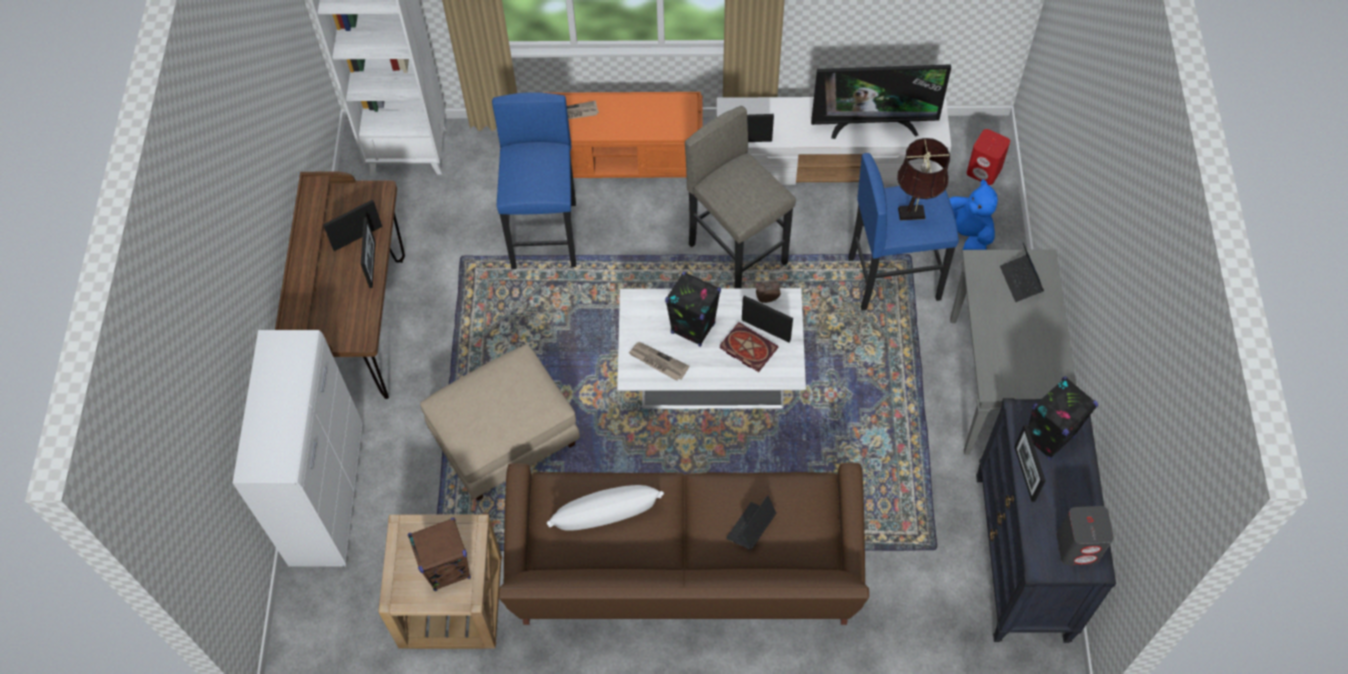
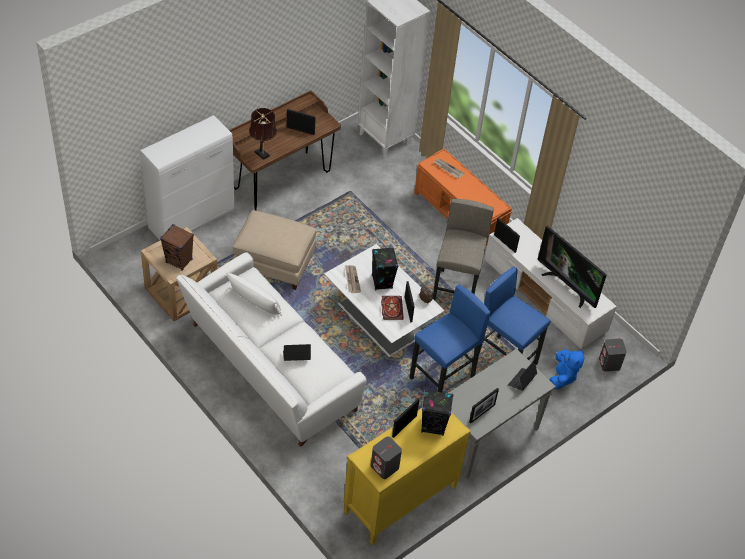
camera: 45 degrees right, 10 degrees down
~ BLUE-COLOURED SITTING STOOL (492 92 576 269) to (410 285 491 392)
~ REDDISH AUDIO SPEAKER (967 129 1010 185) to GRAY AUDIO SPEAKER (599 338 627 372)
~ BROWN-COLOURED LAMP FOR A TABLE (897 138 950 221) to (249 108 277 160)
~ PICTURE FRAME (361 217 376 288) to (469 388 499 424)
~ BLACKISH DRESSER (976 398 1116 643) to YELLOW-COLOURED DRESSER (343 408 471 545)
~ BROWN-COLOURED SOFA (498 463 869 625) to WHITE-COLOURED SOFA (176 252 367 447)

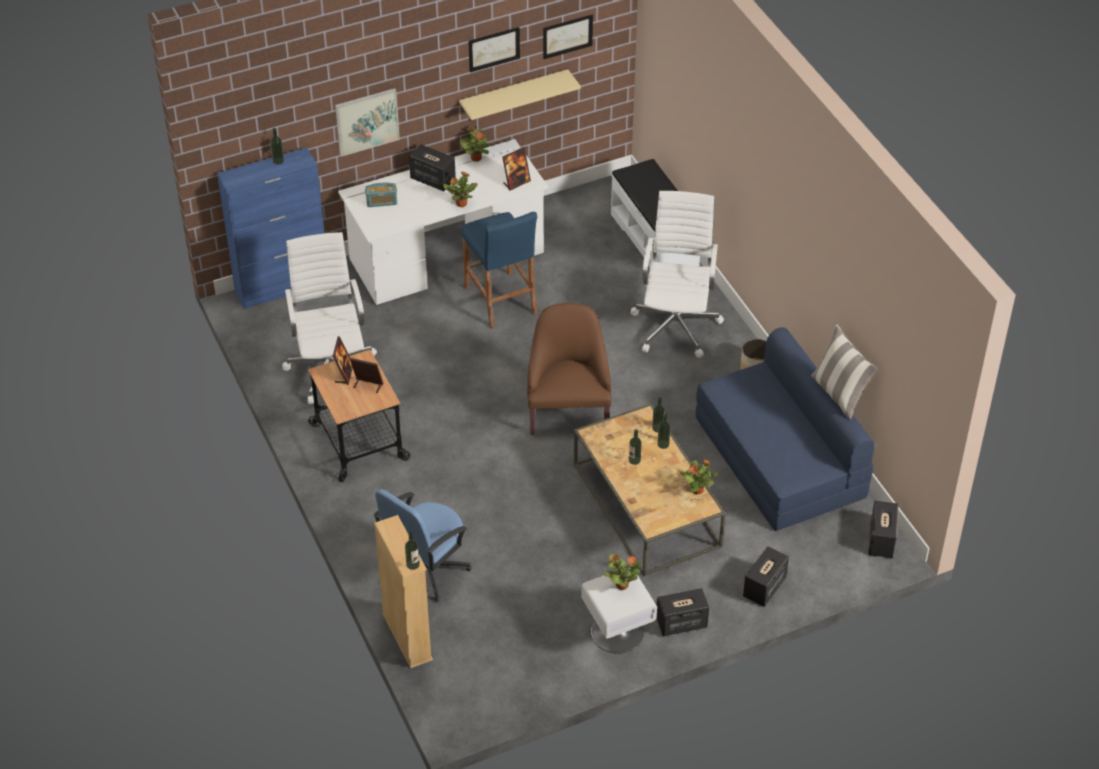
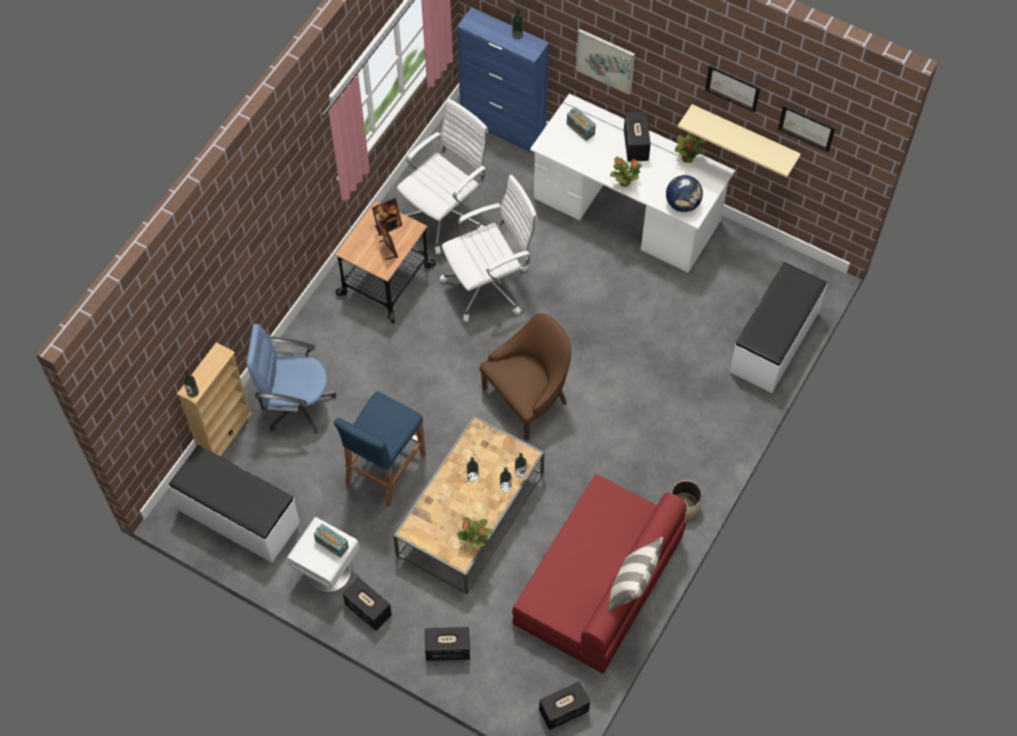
camera: 55 degrees right, 15 degrees up
~ PICTURE FRAME (502 147 531 191) to GLOBE (666 175 703 212)
~ WHITE-COLOURED OFFICE CHAIR (631 191 724 358) to (439 175 537 322)
~ BLUE-COLOURED SITTING STOOL (461 212 537 329) to (334 391 426 507)
~ BLUE-COLOURED SOFA (696 327 875 531) to REDDISH SOFA (512 474 687 673)
~ POTTED PLANT (604 554 642 590) to RADIO SET (314 524 349 558)
+ WHITE-COLOURED LONG SEAT (169 445 300 563)

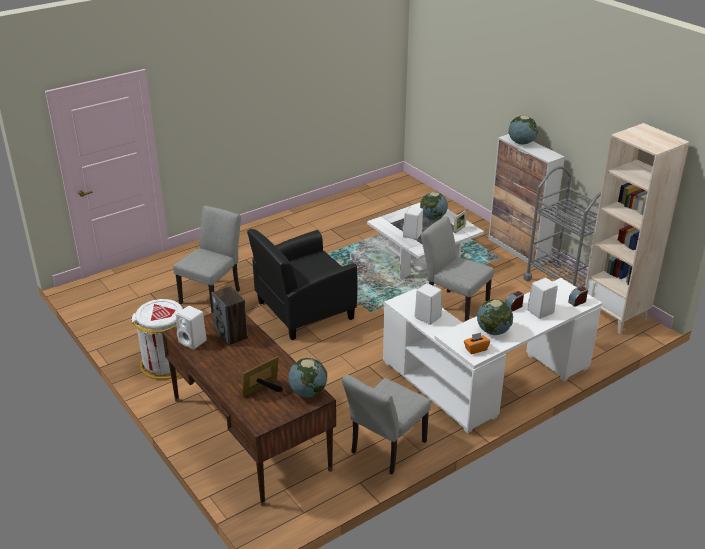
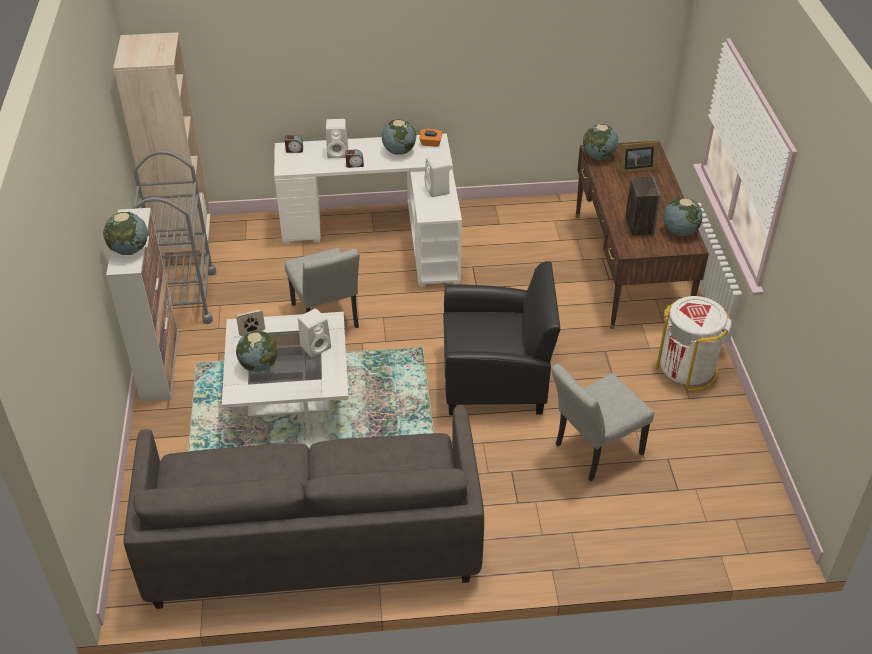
camera: 150 degrees left, 10 degrees up
~ WHITE-COLOURED AUDIO SPEAKER (176 306 207 350) to GLOBE (663 197 703 236)
- GRAY CHAIR (342 374 431 474)
+ GRAY SOFA (124 406 484 609)

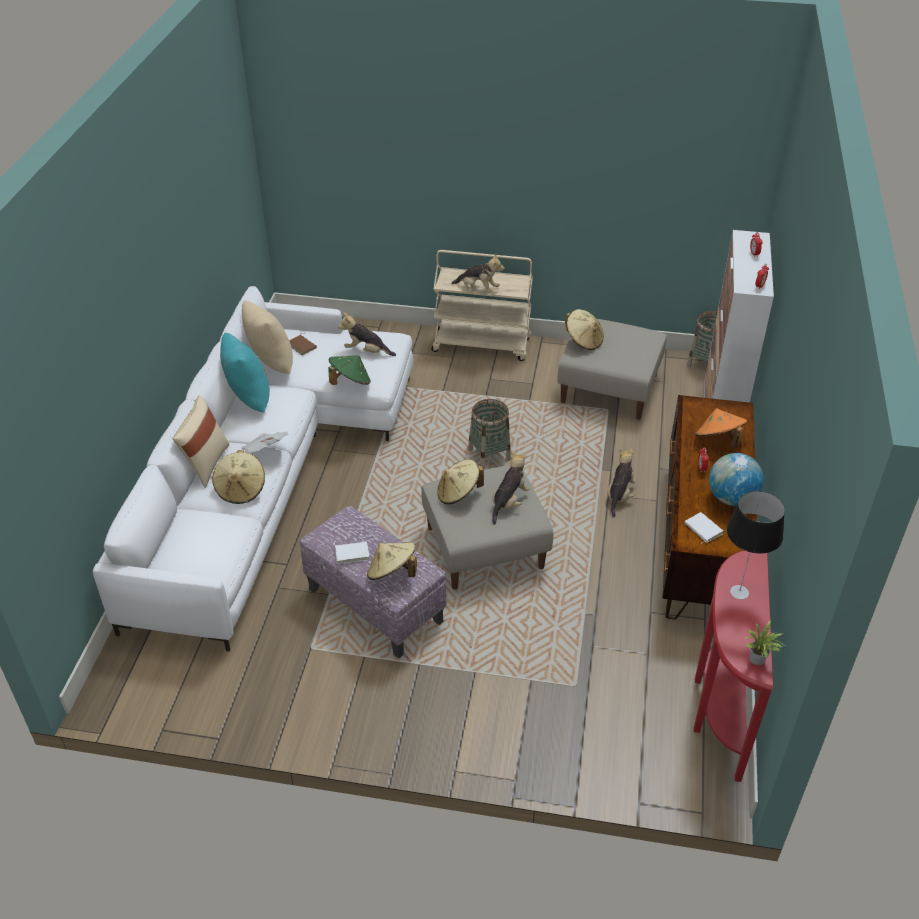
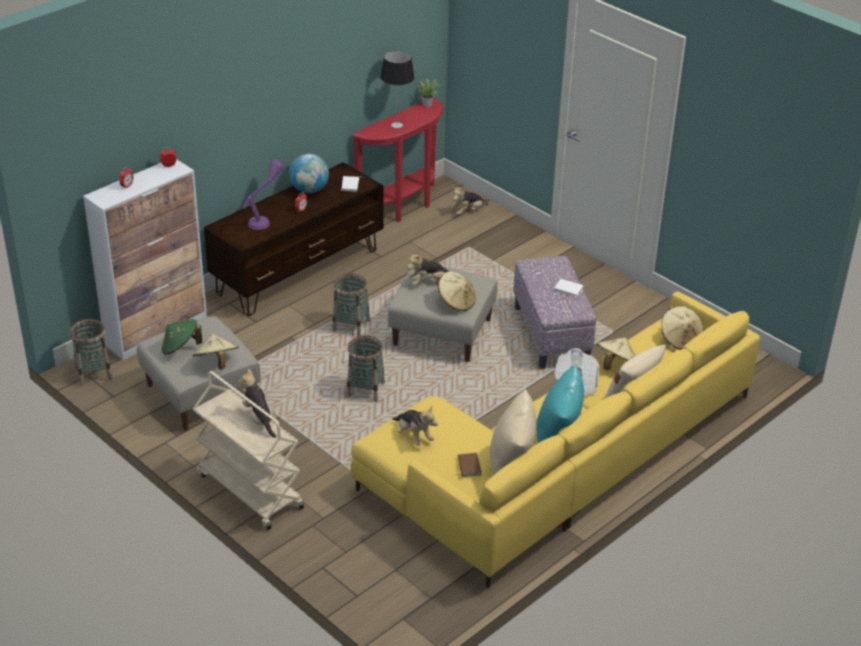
camera: 145 degrees left, 5 degrees down
~ WHITE-COLOURED SOFA (93 286 413 652) to YELLOW-COLOURED SOFA (350 292 760 588)
~ GREEN-COLOURED CLOTHING HAT (328 355 371 385) to (162 319 202 355)
~ ORANGE CLOTHING HAT (695 408 747 448) to PURPLE LAMP FOR A TABLE (243 160 284 230)
~ CUDDLY TOY (607 448 636 517) to (451 187 488 215)
~ BEIGE CLOTHING HAT (367 542 417 580) to (661 306 704 350)
+ HOUSEHOLD BASKET (332 273 370 337)

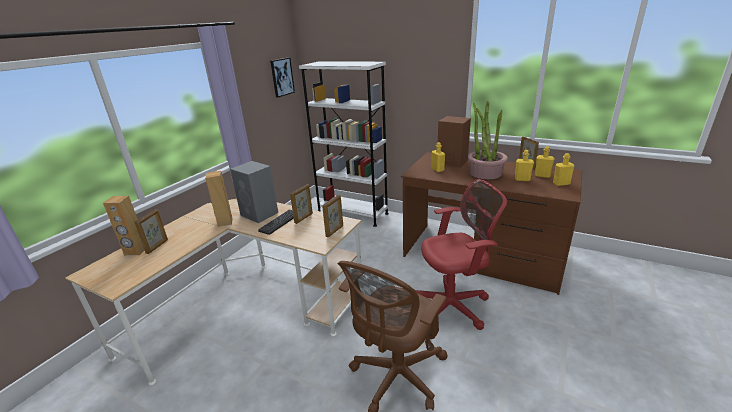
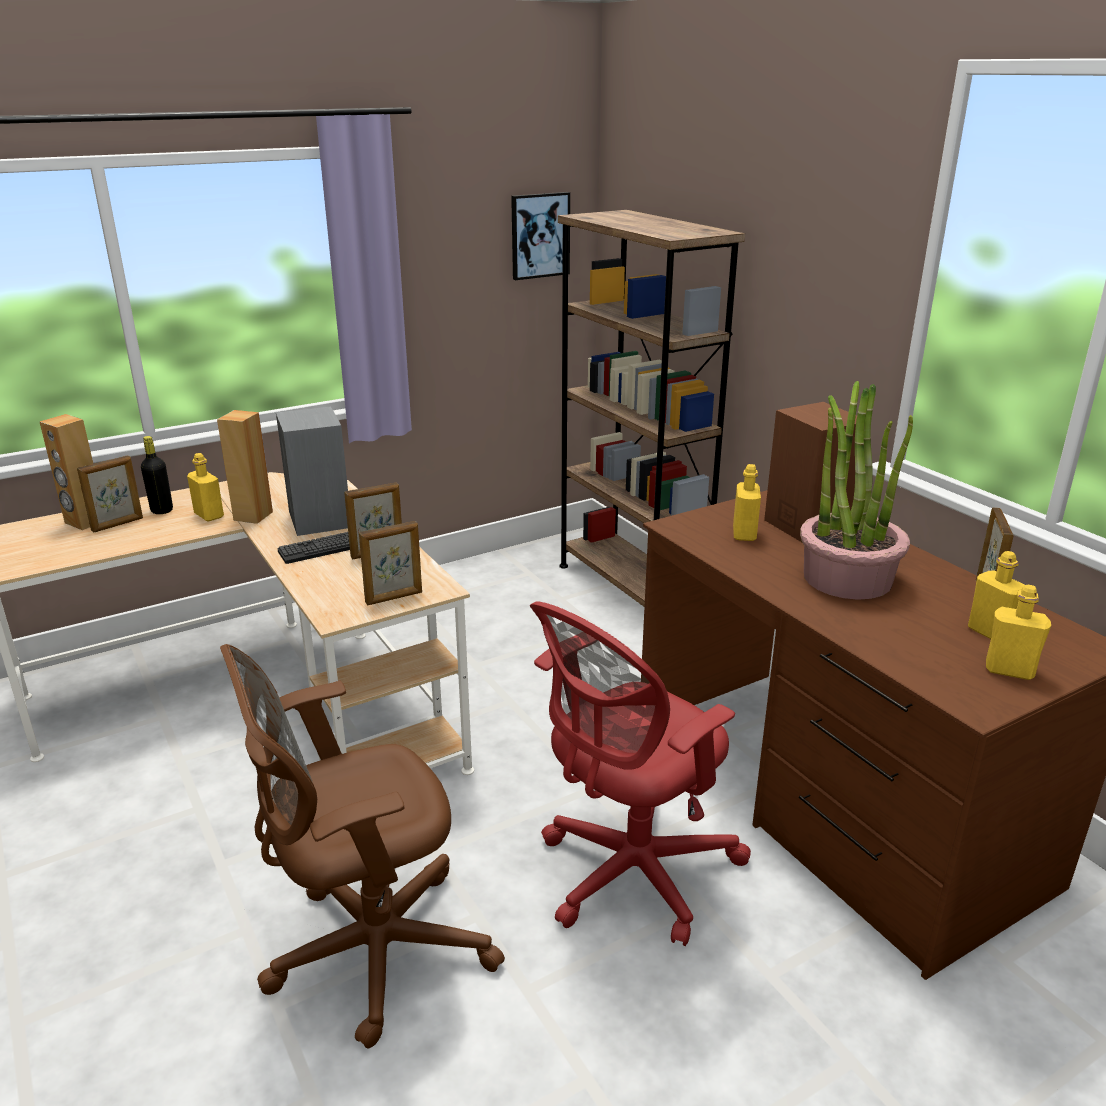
camera: 30 degrees right, 0 degrees up
~ WHITE-COLOURED BOOKCASE (299 61 389 227) to BROWN-COLOURED BOOKCASE (558 210 745 607)
~ YELLOW-COLOURED BEVERAGE BOTTLE (515 150 534 181) to (187 453 224 521)
~ REDDISH OFFICE CHAIR (415 179 507 330) = (530 601 751 946) 120 degrees clockwise
+ BLACKISH BEVERAGE BOTTLE (141 436 173 514)

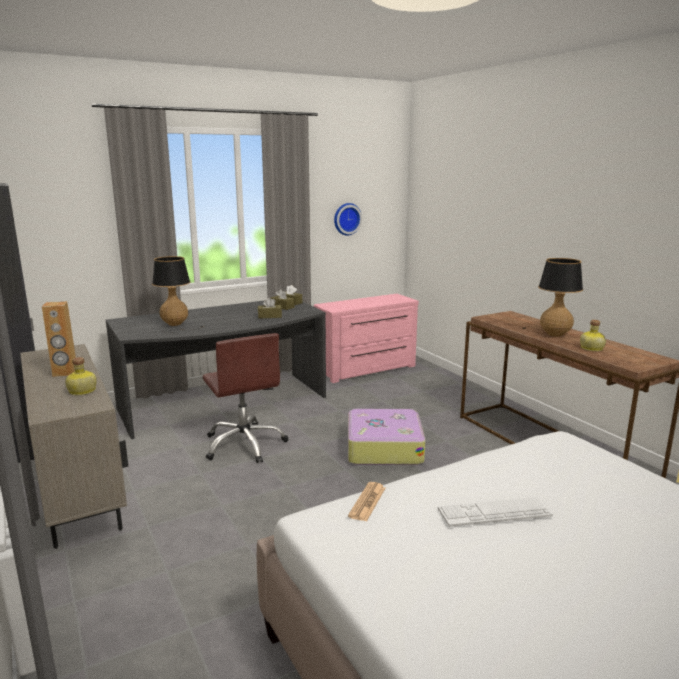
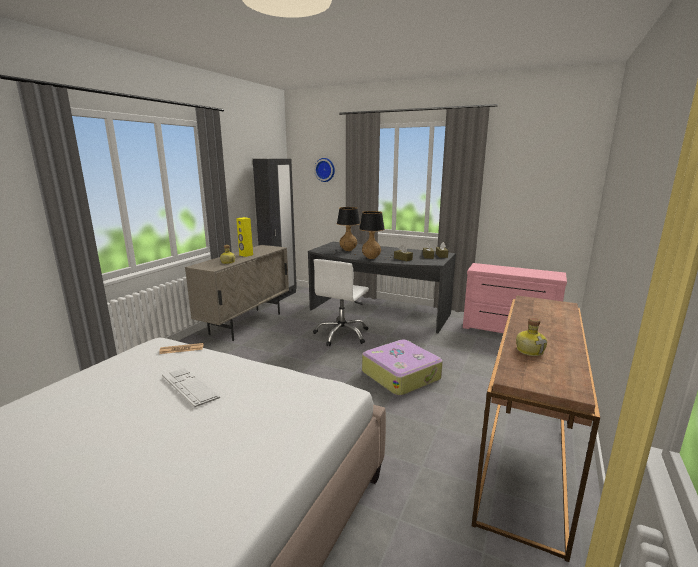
camera: 55 degrees right, 0 degrees up
~ HANGING CLOCK (334 203 362 236) to (314 158 335 182)
~ LAMP FOR A TABLE (522 258 583 337) to (359 211 387 260)
~ BROWN-COLOURED AUDIO SPEAKER (42 301 76 377) to YELLOW-COLOURED AUDIO SPEAKER (236 217 253 257)
~ BROWN-COLOURED OFFICE CHAIR (203 333 288 463) to WHITE-COLOURED OFFICE CHAIR (313 259 369 346)

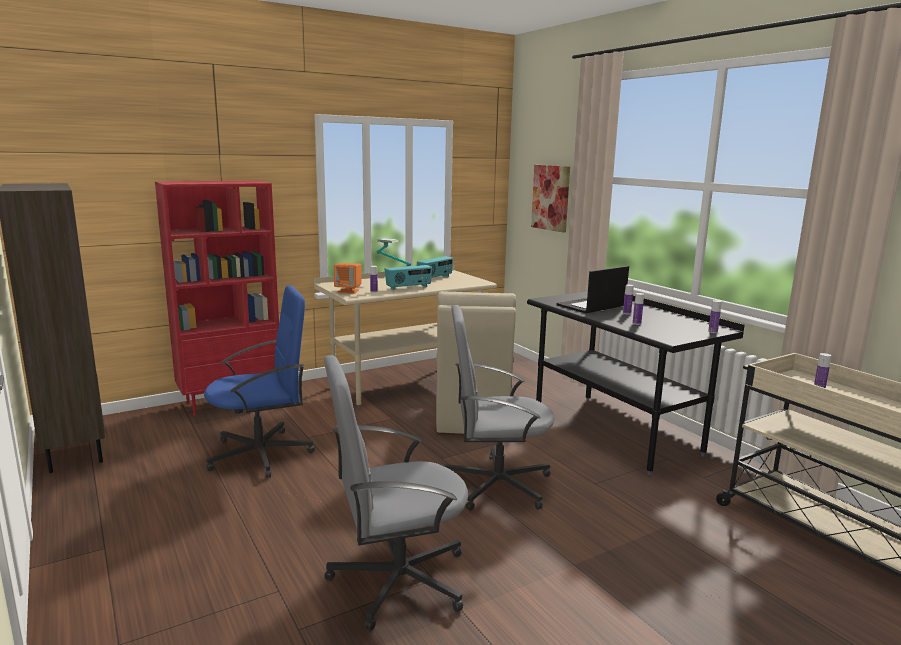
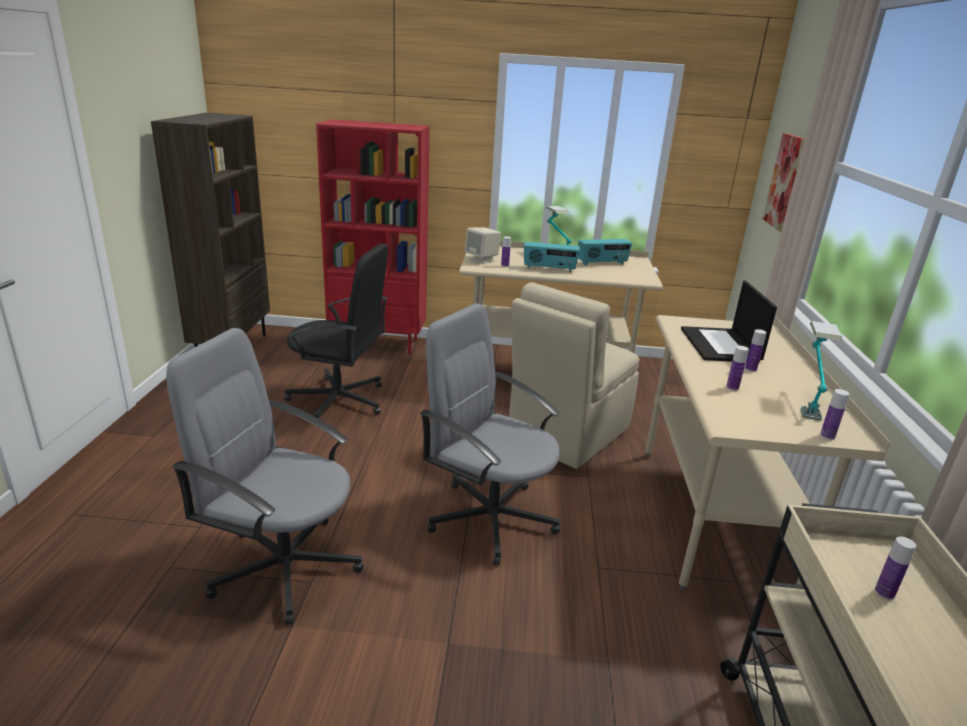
camera: 35 degrees right, 10 degrees up
~ ORANGE AUDIO SPEAKER (334 263 361 294) to BEIGE AUDIO SPEAKER (465 227 501 264)
~ LAPTOP (557 266 629 313) = (681 281 777 363) 90 degrees counterclockwise
~ BLUE-COLOURED OFFICE CHAIR (204 285 315 478) to BLACKISH OFFICE CHAIR (284 243 388 420)
~ BLACKISH DESK TABLE (527 291 745 475) to BEIGE DESK TABLE (645 315 890 590)
+ LAMP FOR A TABLE (801 321 842 421)

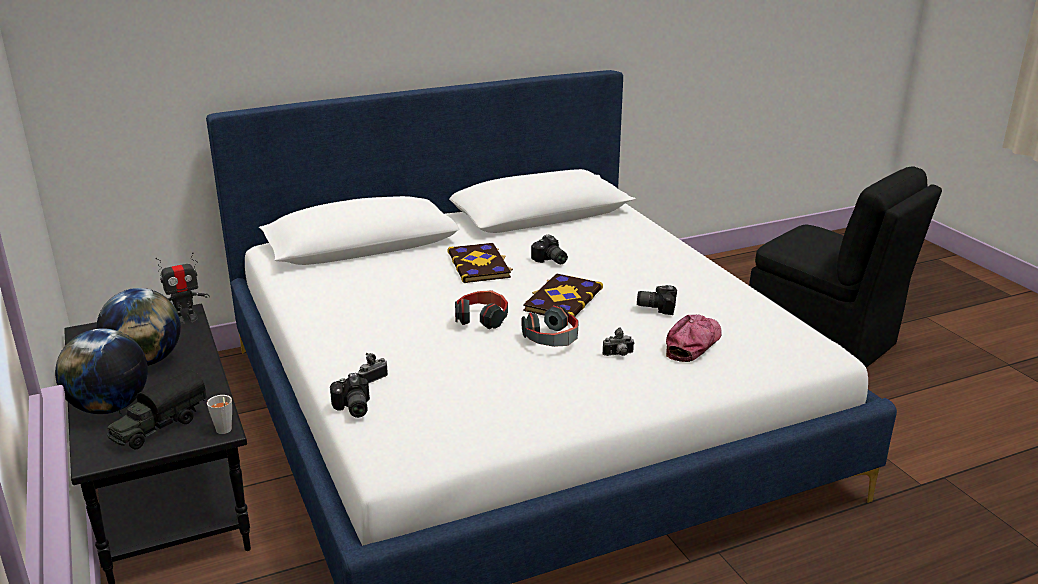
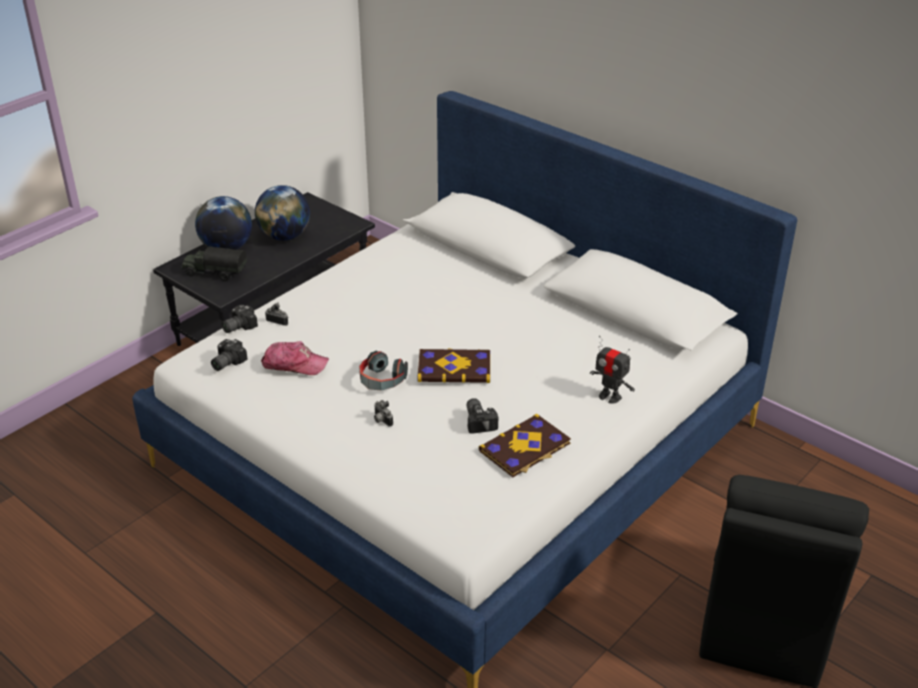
camera: 65 degrees right, 10 degrees up
~ STILL CAMERA (531 235 568 264) to (211 339 247 371)
~ VOLUME (448 243 513 283) to (479 414 571 477)
~ MODEL ROBOT (155 253 210 324) to (590 336 635 404)
- HEADSET (455 290 508 329)
~ CAP (666 315 722 362) to (261 341 329 375)
- GRAY SMALL CUP (207 395 232 434)

